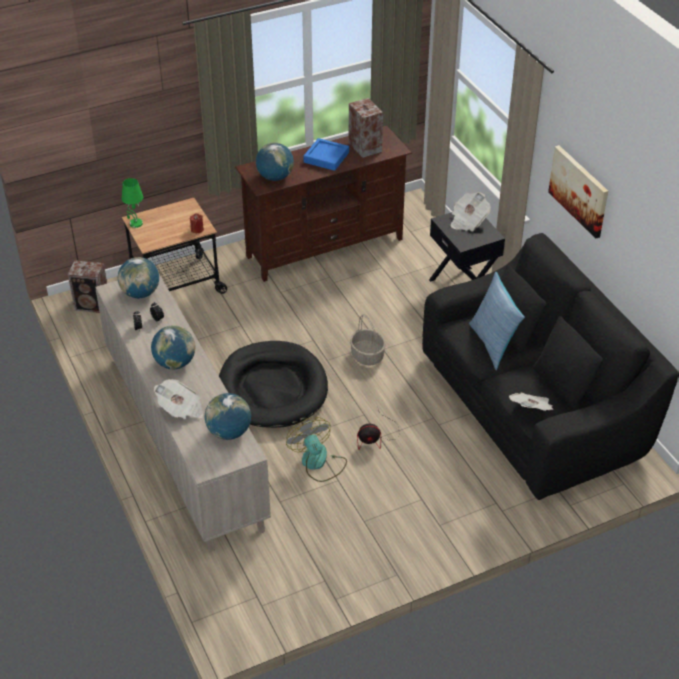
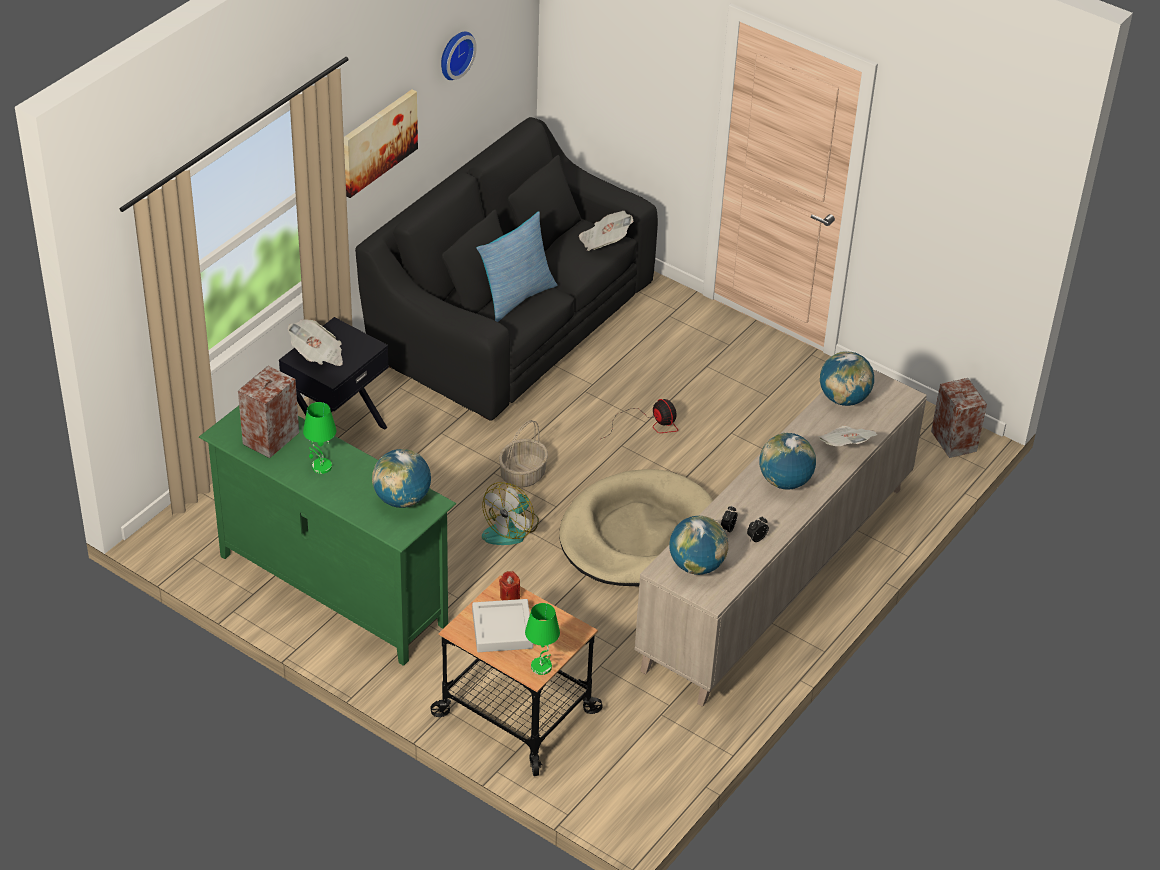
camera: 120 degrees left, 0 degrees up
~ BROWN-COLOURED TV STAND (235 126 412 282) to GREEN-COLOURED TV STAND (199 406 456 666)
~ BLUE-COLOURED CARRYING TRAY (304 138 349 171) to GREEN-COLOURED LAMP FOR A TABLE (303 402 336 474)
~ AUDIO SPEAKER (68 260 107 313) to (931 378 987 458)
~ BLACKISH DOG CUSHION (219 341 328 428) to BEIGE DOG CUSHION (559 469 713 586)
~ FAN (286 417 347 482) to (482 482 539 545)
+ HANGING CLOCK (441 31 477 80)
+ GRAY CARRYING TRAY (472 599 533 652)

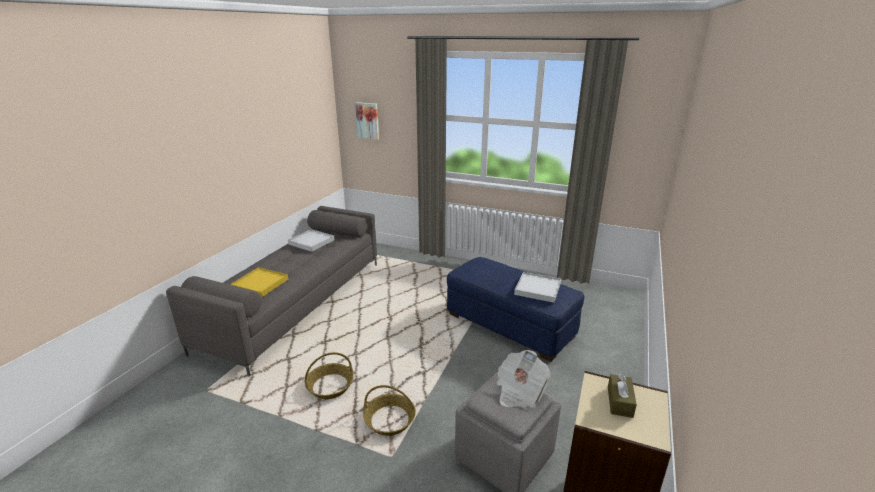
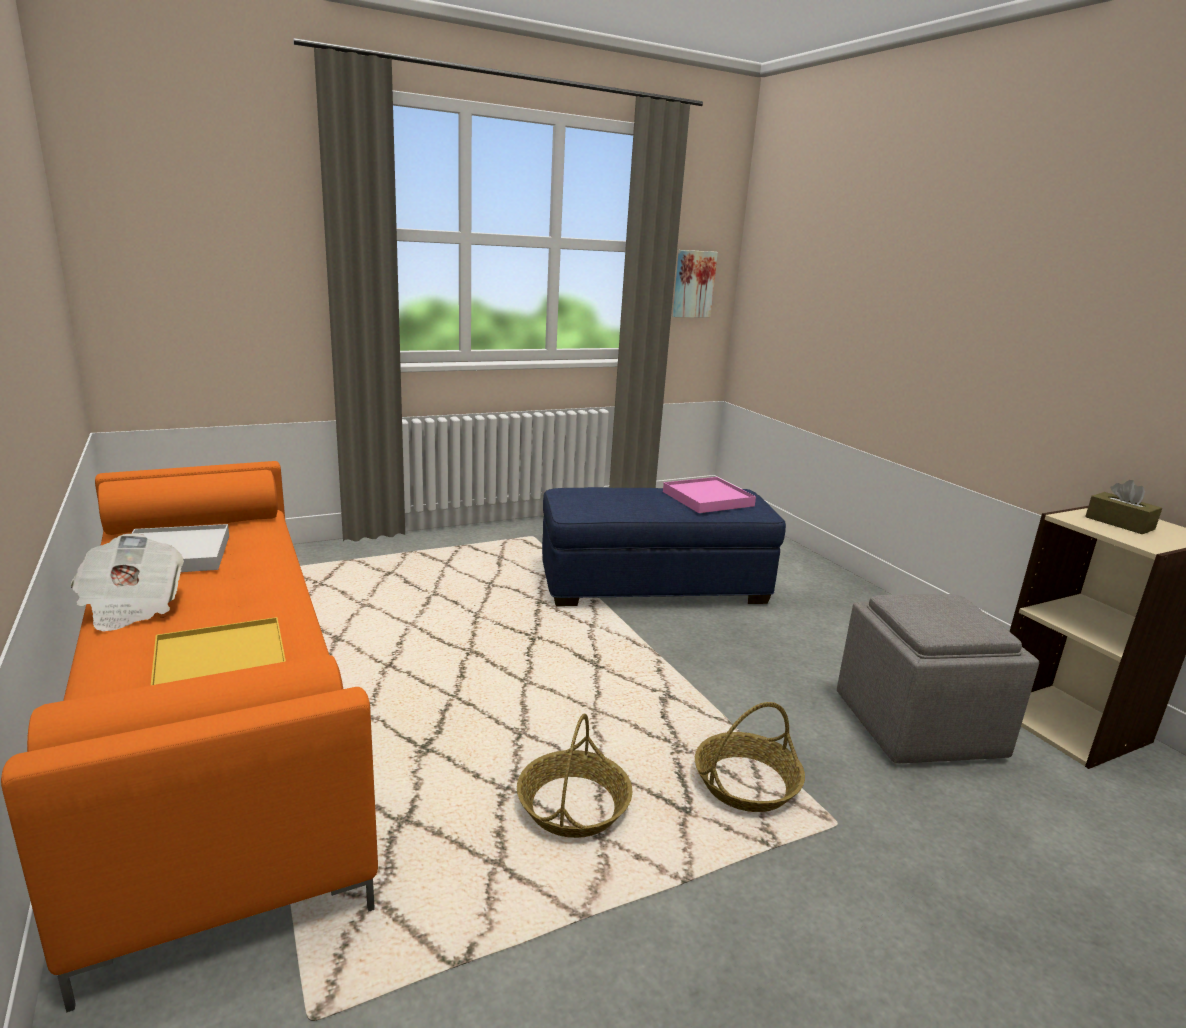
camera: 50 degrees left, 5 degrees down
~ WALL PICTURE (355 102 379 140) to (673 250 718 317)
~ GRAY SOFA (166 206 377 376) to ORANGE SOFA (1 461 378 1012)
~ WHITE-COLOURED CARRYING TRAY (514 272 561 303) to PINKISH CARRYING TRAY (663 477 756 513)
~ NEWSPAPER (497 350 551 408) to (71 533 184 632)

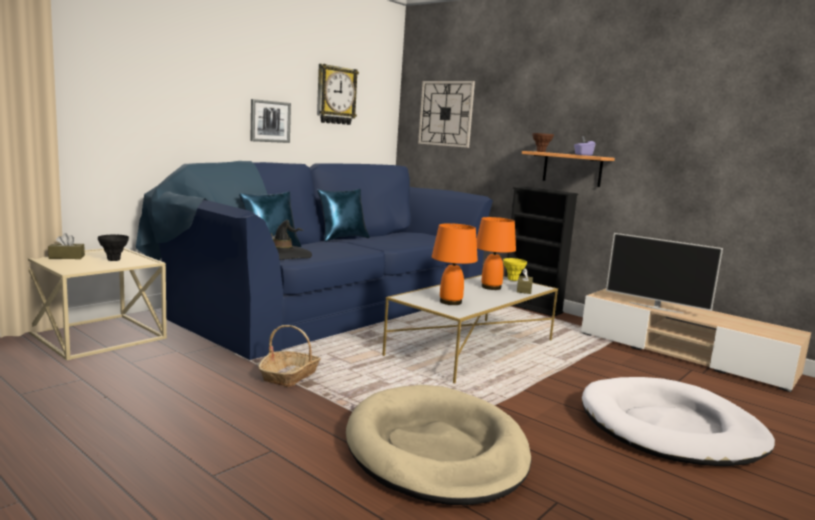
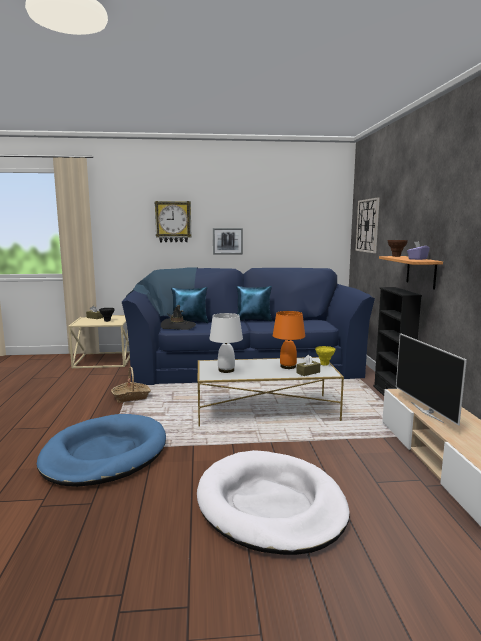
camera: 45 degrees right, 0 degrees up
~ HANGING CLOCK (317 64 359 125) to (155 201 191 242)
~ ORANGE LAMP FOR A TABLE (432 223 478 305) to WHITE-COLOURED LAMP FOR A TABLE (209 313 243 373)
~ BEIGE DOG CUSHION (346 385 531 505) to BLUE-COLOURED DOG CUSHION (37 414 166 487)

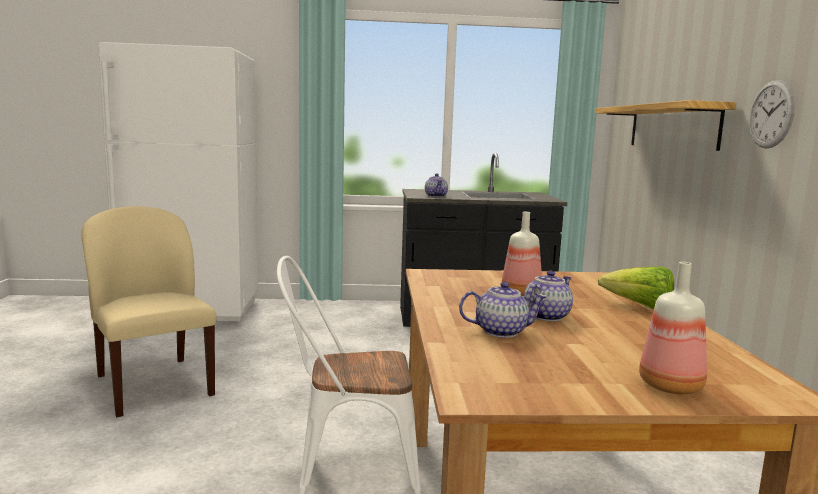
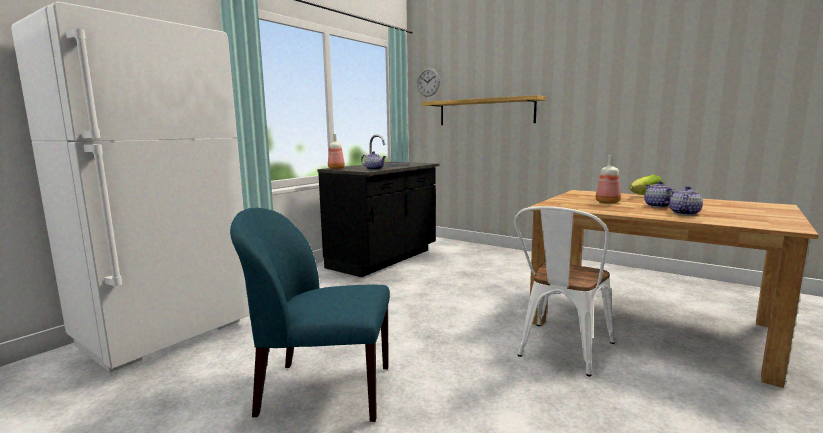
camera: 50 degrees left, 0 degrees up
~ HANGING CLOCK (749 80 795 149) to (417 68 440 97)
~ BEIGE CHAIR (81 206 217 417) to BLUE-COLOURED CHAIR (230 208 390 422)
~ BEVERAGE BOTTLE (639 262 707 394) to (328 134 345 169)

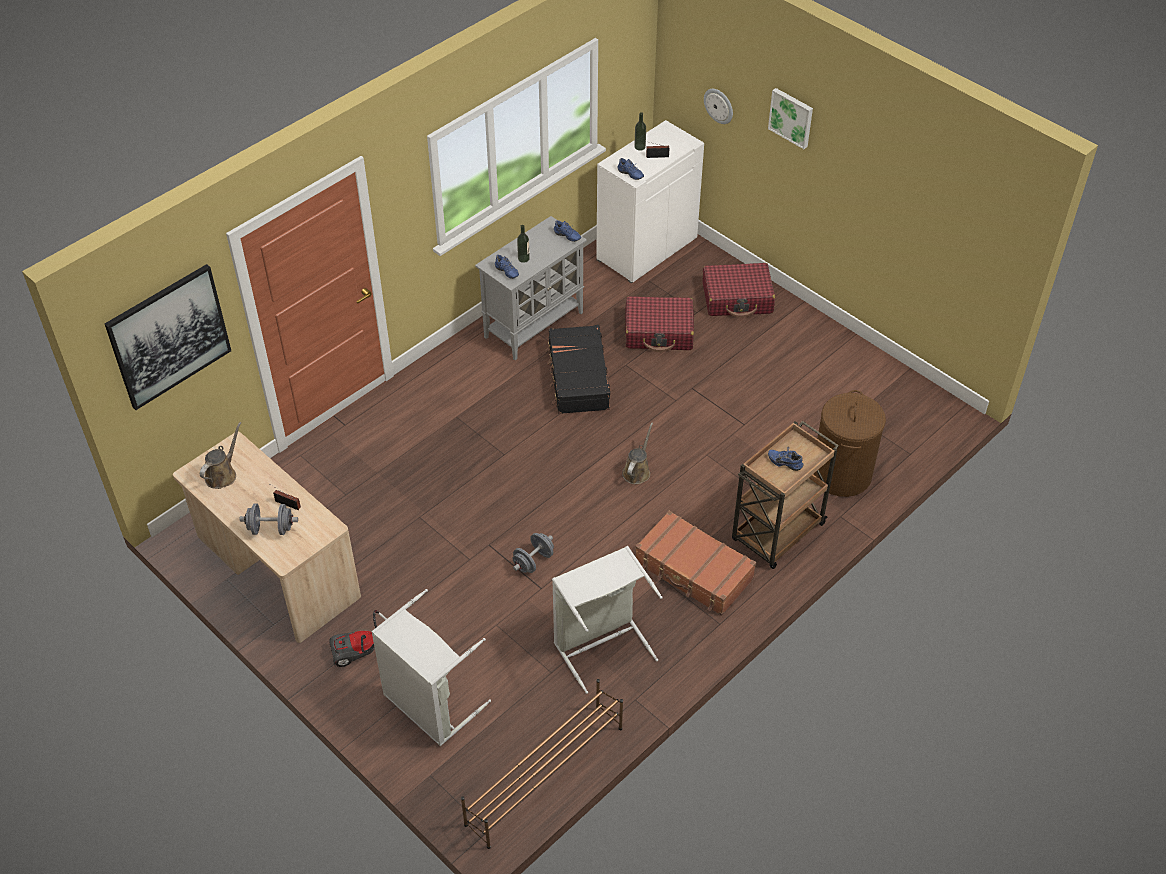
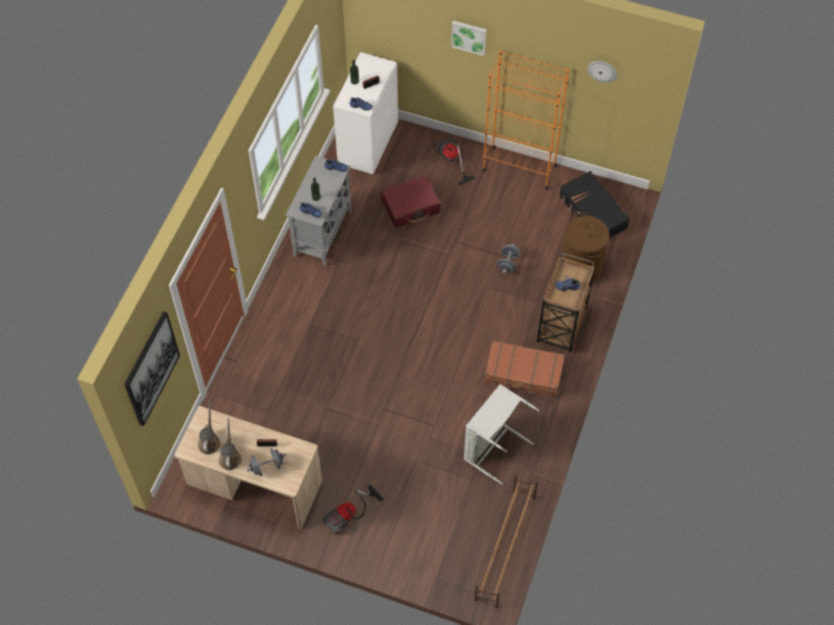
camera: 25 degrees left, 10 degrees up
~ HANGING CLOCK (704 89 733 124) to (588 61 617 82)
~ REDDISH SUITCASE (703 263 775 318) to VACUUM (434 137 476 186)
~ BLACKISH SUITCASE (546 325 610 414) to (559 171 630 238)
~ BROWN-COLOURED WATERING CAN (622 422 653 484) to (219 418 242 470)
~ GRAY HAND WEIGHT (513 533 554 573) to (497 244 520 274)
- GRAY HAMPER (371 589 491 746)
+ ORANGE BOOKCASE (483 50 569 190)

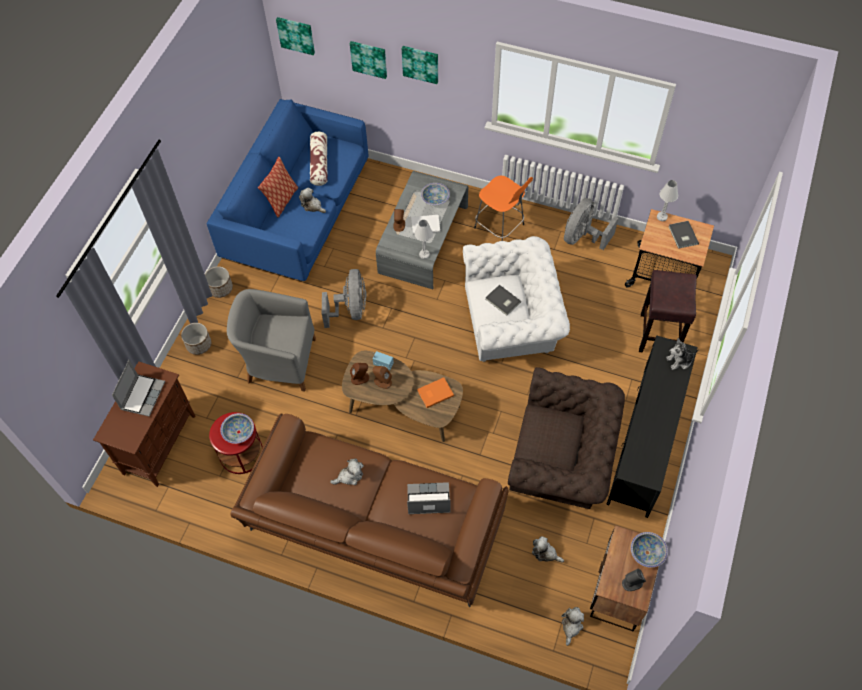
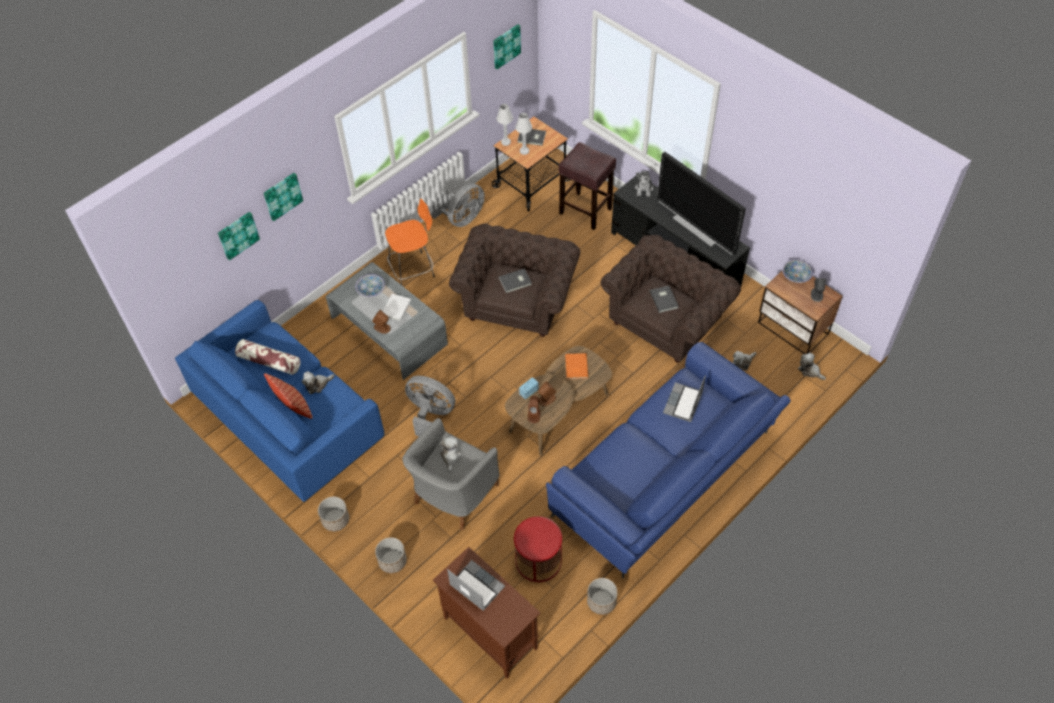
camera: 65 degrees left, 5 degrees down
~ WALL PICTURE (276 17 315 55) to (493 24 521 69)
~ GRAY FAN (564 198 618 250) = (431 183 485 227) 105 degrees counterclockwise
~ WHITE-COLOURED LAMP FOR A TABLE (415 220 433 259) to (515 113 532 155)
~ WHITE-COLOURED EASY CHAIR (463 236 570 362) to BROWN-COLOURED EASY CHAIR (449 223 580 337)
- DEEP DISH (220 413 254 444)
~ BROWN-COLOURED SOFA (230 413 509 607) to BLUE-COLOURED SOFA (546 342 791 578)
~ CUDDLY TOY (330 459 364 485) to (438 436 462 472)
+ TV SET (657 152 746 255)
+ GRAY VOLUME (650 286 679 313)
+ PLANTER (587 578 618 615)

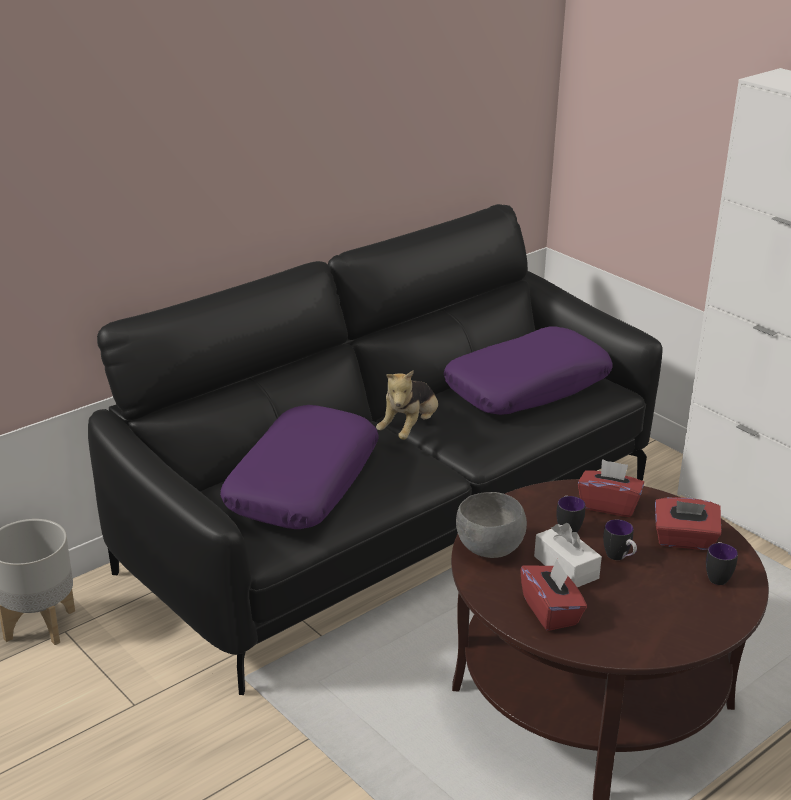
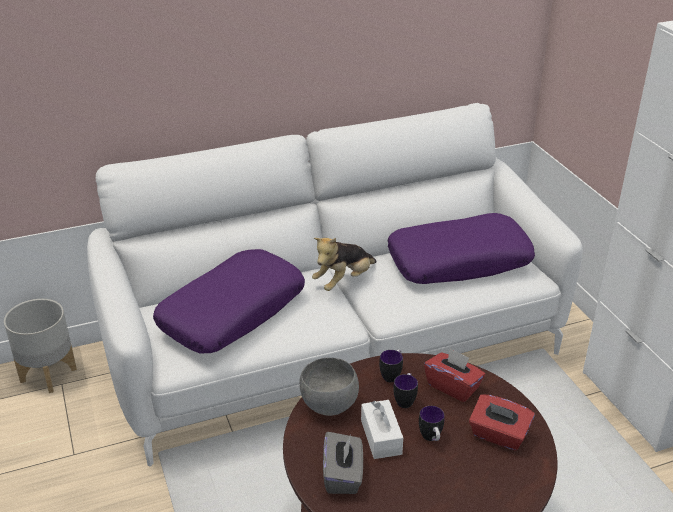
camera: 20 degrees right, 5 degrees up
~ BLACKISH SOFA (88 204 662 695) to WHITE-COLOURED SOFA (87 103 583 467)
~ COFFEE MUG (706 542 738 585) to (379 349 403 382)
~ REDDISH BOX OF TISSUES (520 559 587 631) to GRAY BOX OF TISSUES (323 432 363 494)

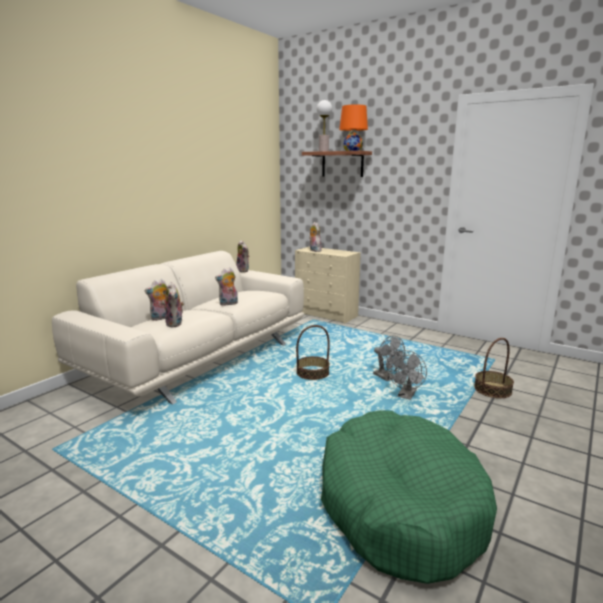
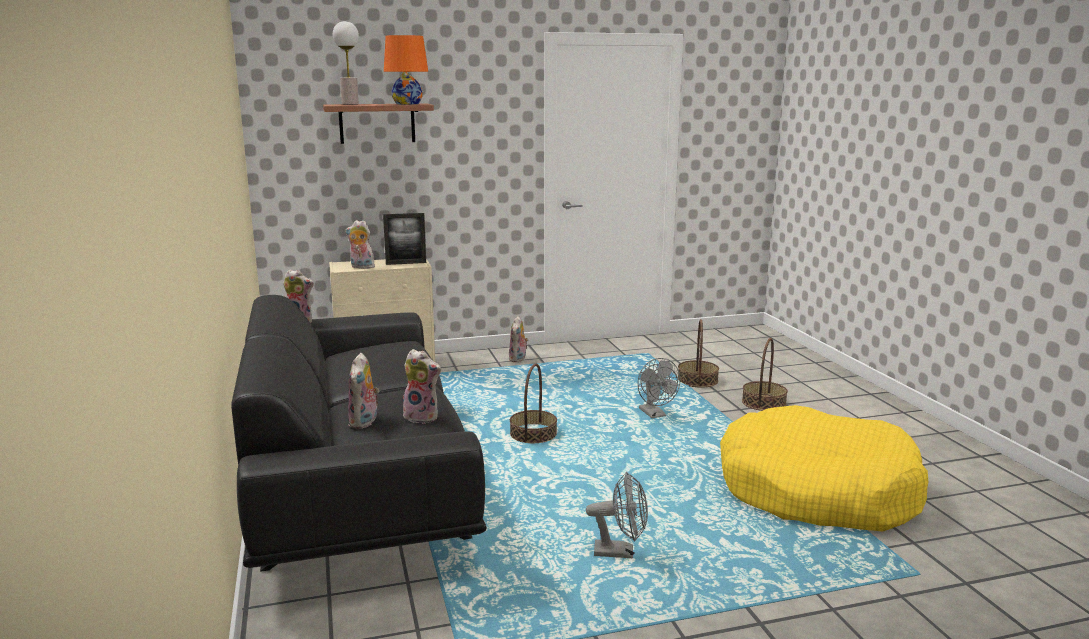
camera: 50 degrees left, 0 degrees up
~ BEIGE SOFA (52 251 304 404) to BLACKISH SOFA (231 295 486 572)
~ CUDDLY TOY (215 267 238 306) to (509 316 528 362)
~ GRAY FAN (373 335 405 381) to (586 472 648 558)
~ GREEN-COLOURED DOG CUSHION (321 410 497 584) to YELLOW-COLOURED DOG CUSHION (720 405 928 532)
+ PICTURE FRAME (383 213 426 265)
+ HOUSEHOLD BASKET (742 338 788 411)

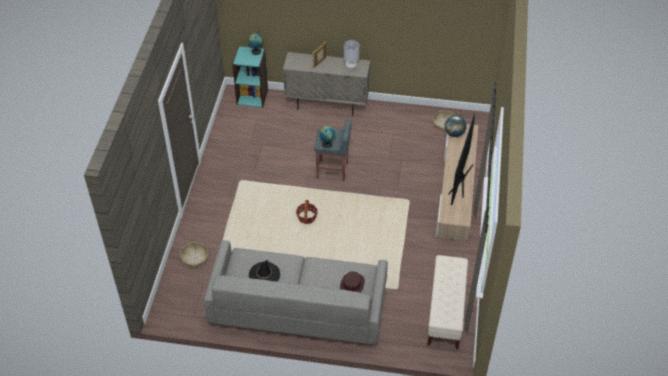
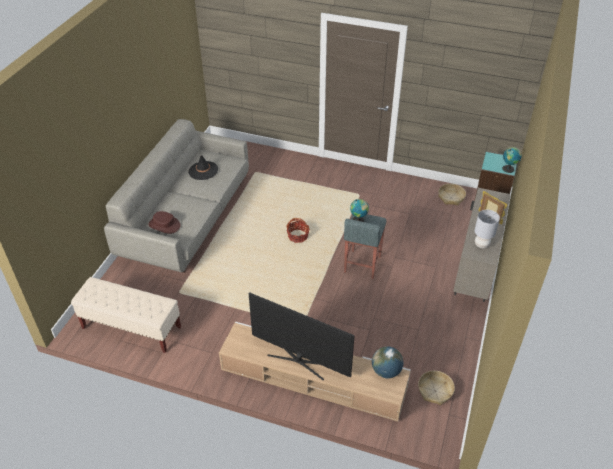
camera: 100 degrees right, 5 degrees down
~ HOUSEHOLD BASKET (180 242 208 268) to (438 184 466 205)

